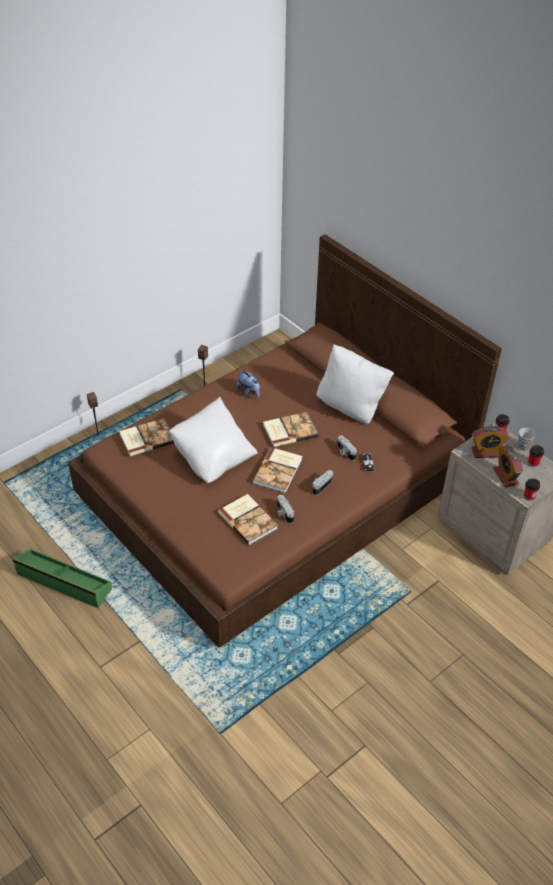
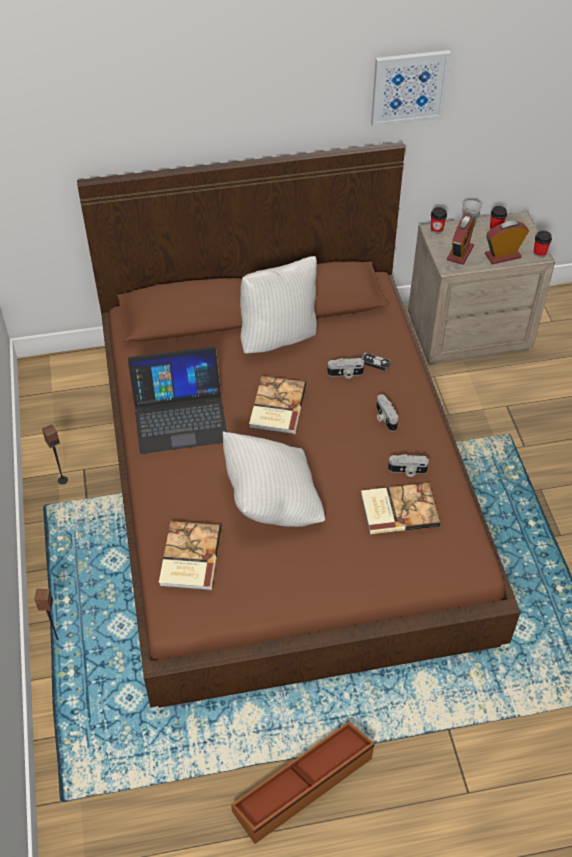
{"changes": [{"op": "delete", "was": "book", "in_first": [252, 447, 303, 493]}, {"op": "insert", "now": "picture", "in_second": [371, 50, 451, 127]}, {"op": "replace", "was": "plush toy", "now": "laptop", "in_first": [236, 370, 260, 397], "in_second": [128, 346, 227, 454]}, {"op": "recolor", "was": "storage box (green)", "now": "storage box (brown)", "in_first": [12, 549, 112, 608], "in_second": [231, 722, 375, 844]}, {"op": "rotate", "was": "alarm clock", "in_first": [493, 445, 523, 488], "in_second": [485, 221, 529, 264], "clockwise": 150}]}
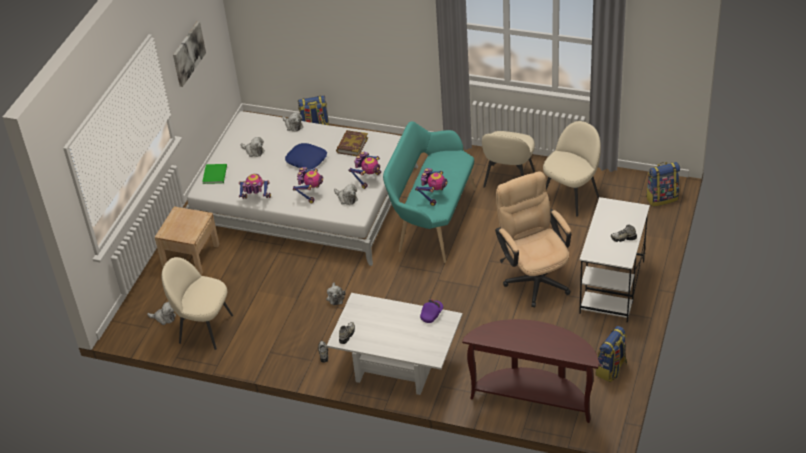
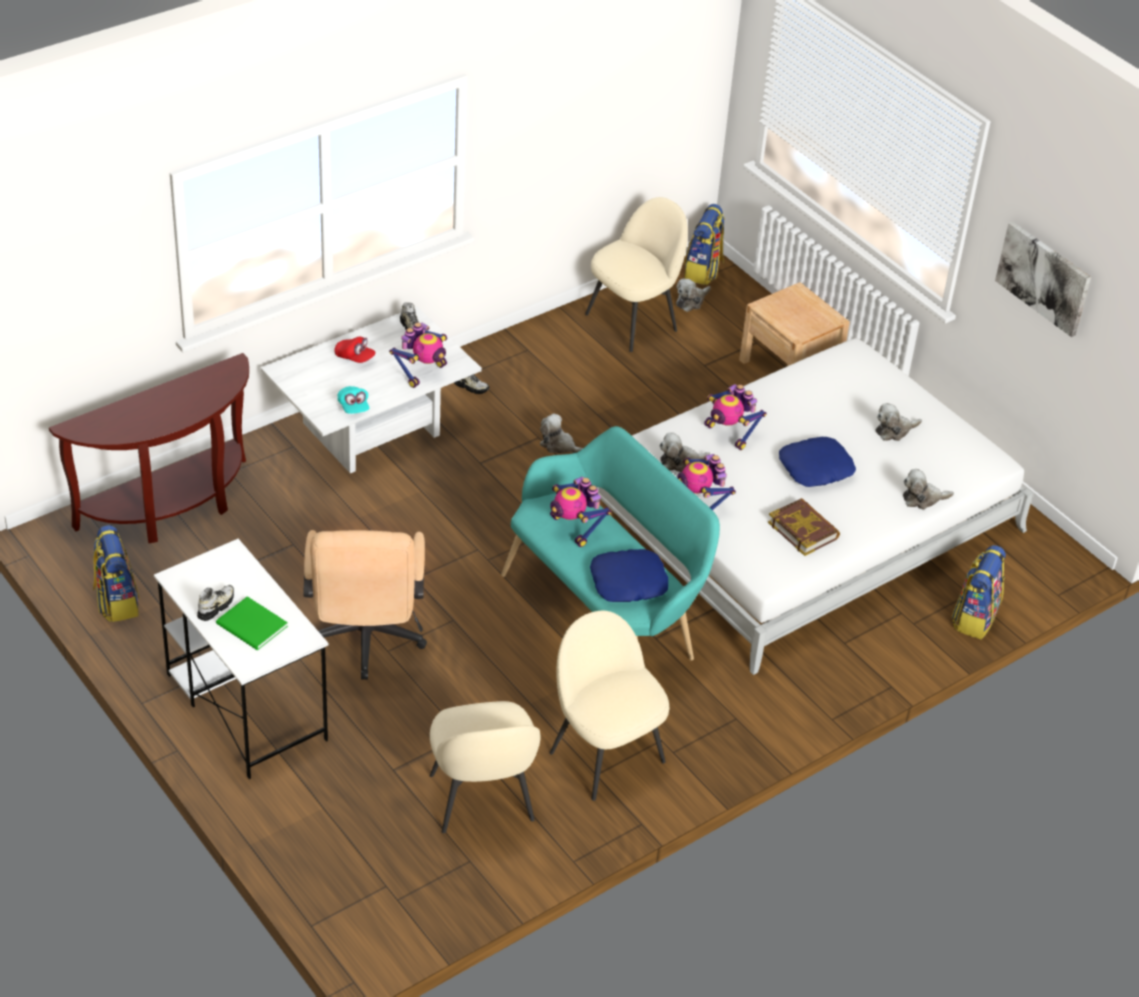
{"changes": [{"op": "insert", "now": "cap (red)", "in_second": [334, 337, 376, 363]}, {"op": "insert", "now": "pillow (blue)", "in_second": [590, 549, 668, 602]}, {"op": "move", "was": "book (green)", "in_first": [202, 164, 227, 184], "in_second": [216, 596, 288, 650]}, {"op": "move", "was": "toy robot", "in_first": [239, 174, 271, 199], "in_second": [389, 322, 447, 388]}, {"op": "move", "was": "backpack", "in_first": [646, 162, 680, 207], "in_second": [684, 204, 725, 285]}, {"op": "recolor", "was": "cap (purple)", "now": "cap (turquoise)", "in_first": [420, 299, 443, 323], "in_second": [338, 386, 369, 414]}, {"op": "rotate", "was": "office chair (beige)", "in_first": [495, 171, 571, 307], "in_second": [303, 530, 427, 680], "clockwise": 75}]}
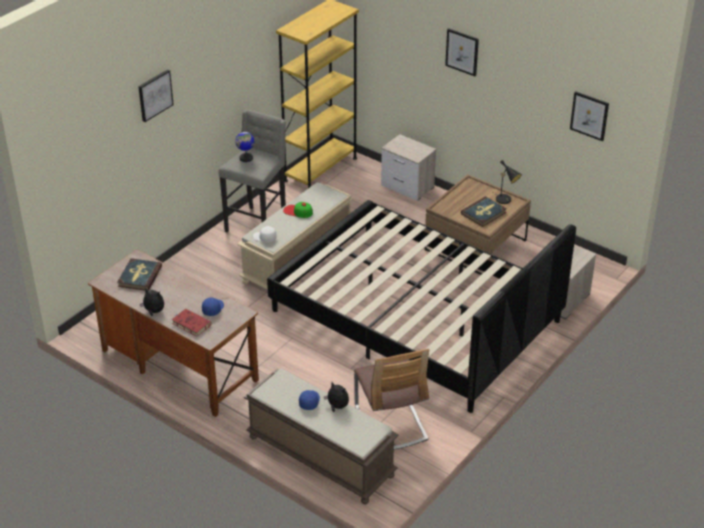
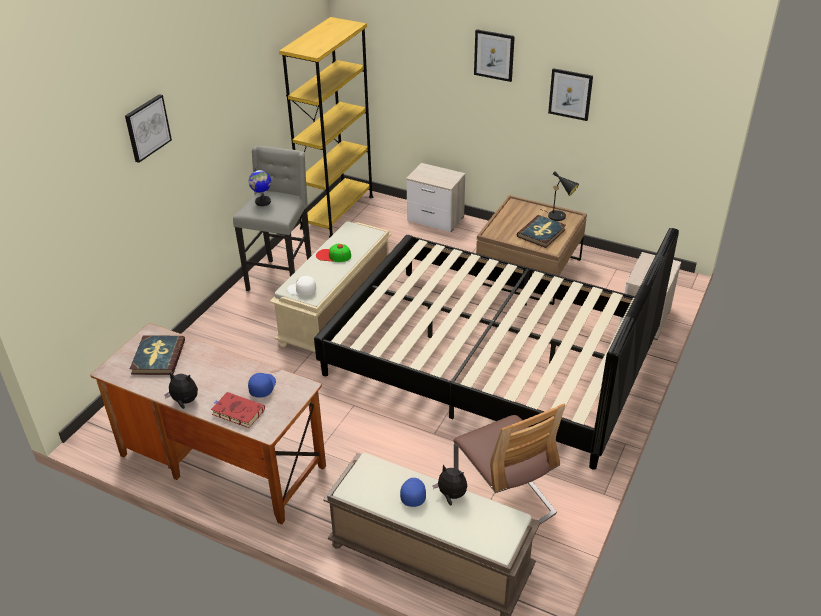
{"changes": [{"op": "move", "was": "picture", "in_first": [570, 91, 609, 141], "in_second": [548, 68, 593, 121]}]}
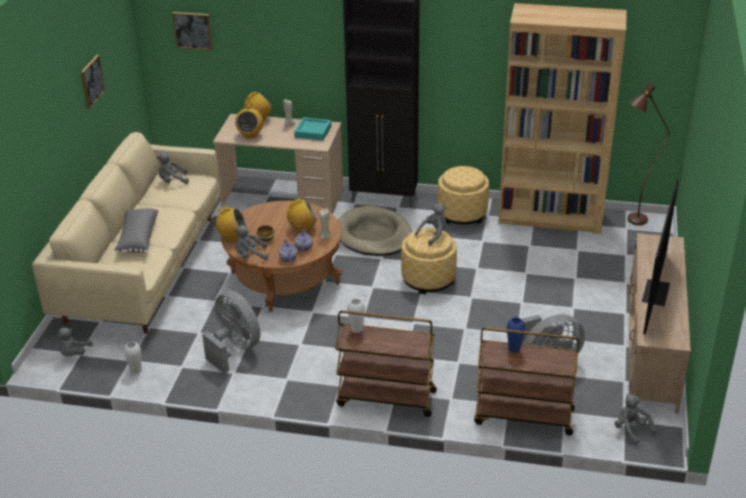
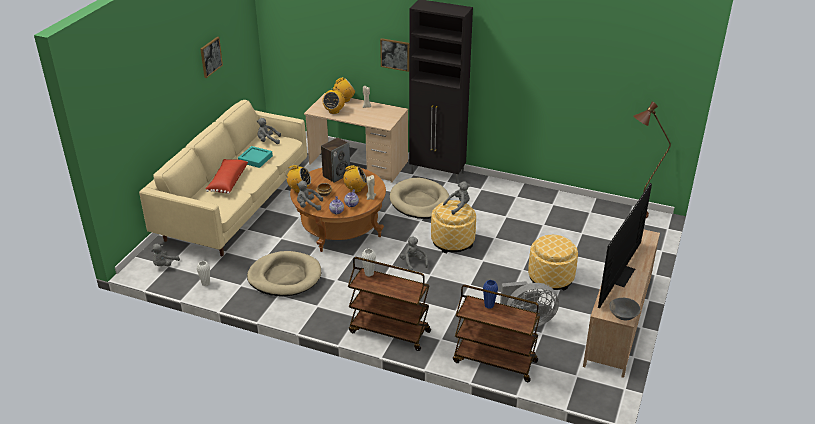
{"changes": [{"op": "delete", "was": "bookcase (brown)", "in_first": [499, 3, 627, 234]}, {"op": "insert", "now": "speaker", "in_second": [321, 137, 350, 183]}, {"op": "insert", "now": "bowl (grey)", "in_second": [609, 298, 641, 320]}, {"op": "move", "was": "picture", "in_first": [172, 12, 213, 50], "in_second": [380, 38, 409, 72]}, {"op": "move", "was": "tray (turquoise)", "in_first": [294, 117, 331, 141], "in_second": [238, 146, 273, 168]}, {"op": "move", "was": "ottoman", "in_first": [438, 166, 489, 224], "in_second": [528, 235, 578, 291]}, {"op": "move", "was": "plush toy (grey)", "in_first": [615, 394, 656, 445], "in_second": [400, 237, 428, 270]}, {"op": "replace", "was": "fan (grey)", "now": "dog bed (beige)", "in_first": [202, 291, 260, 374], "in_second": [247, 251, 321, 296]}, {"op": "recolor", "was": "pillow (grey)", "now": "pillow (red)", "in_first": [114, 208, 158, 254], "in_second": [205, 159, 248, 194]}]}
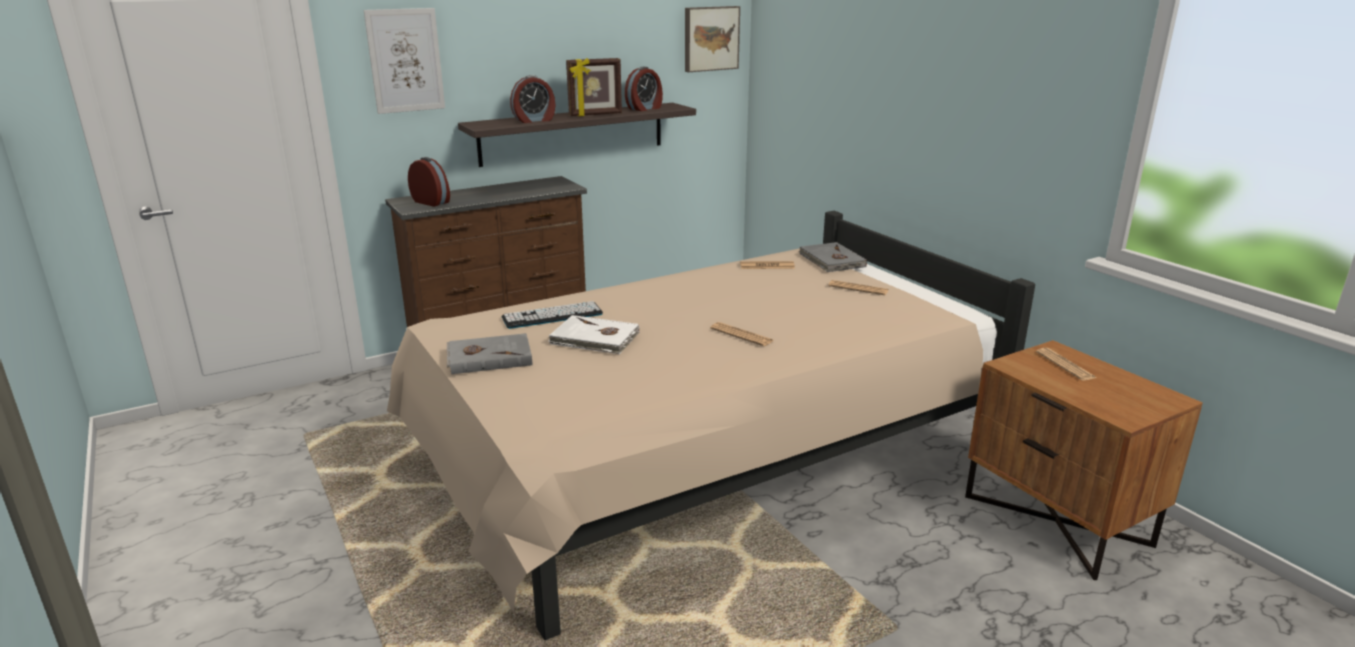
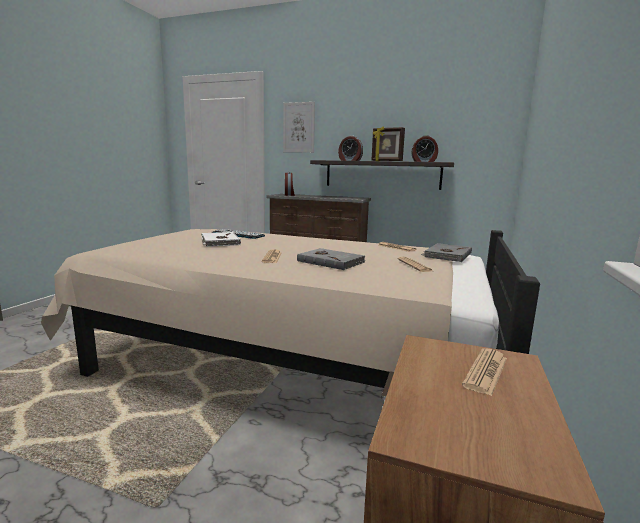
{"changes": [{"op": "delete", "was": "picture", "in_first": [685, 6, 740, 72]}, {"op": "move", "was": "book (grey)", "in_first": [446, 333, 533, 374], "in_second": [297, 248, 366, 270]}]}
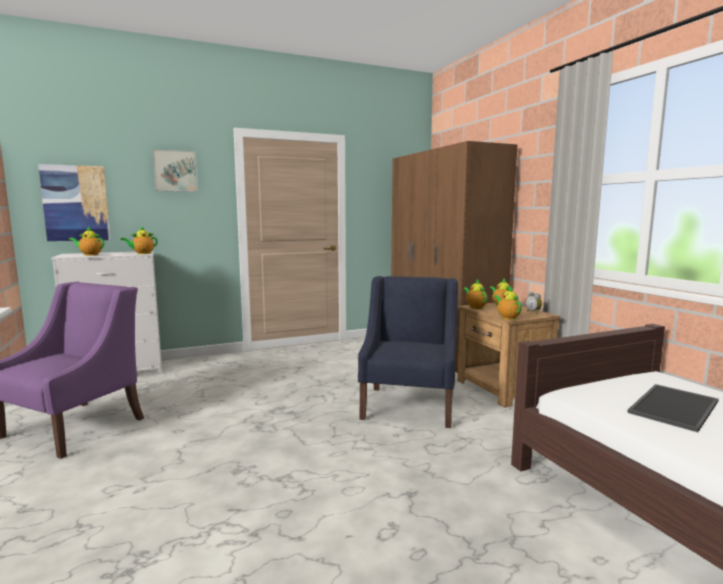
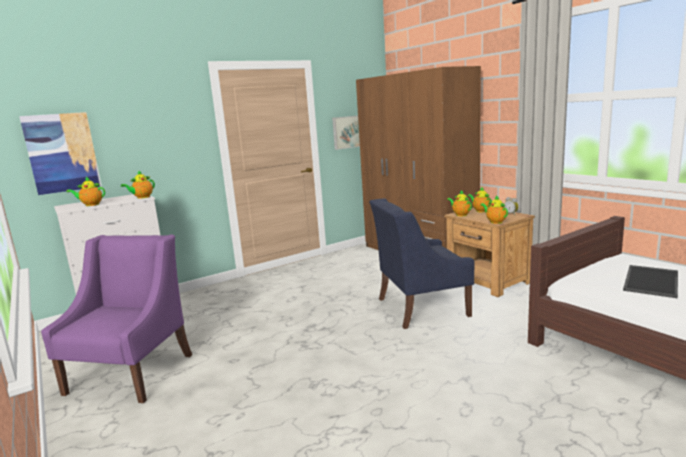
{"changes": [{"op": "move", "was": "picture", "in_first": [152, 149, 198, 192], "in_second": [332, 116, 360, 150]}, {"op": "rotate", "was": "armchair (blue)", "in_first": [358, 276, 458, 428], "in_second": [369, 199, 474, 329], "clockwise": -105}]}
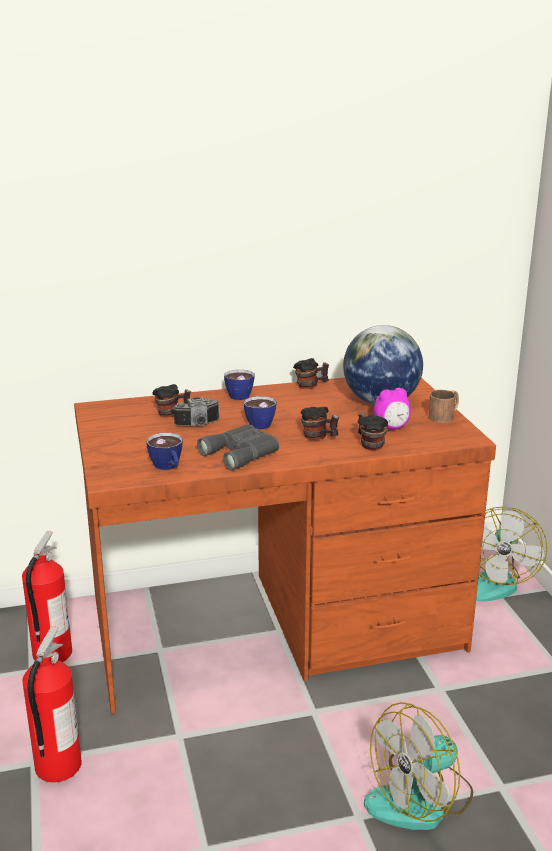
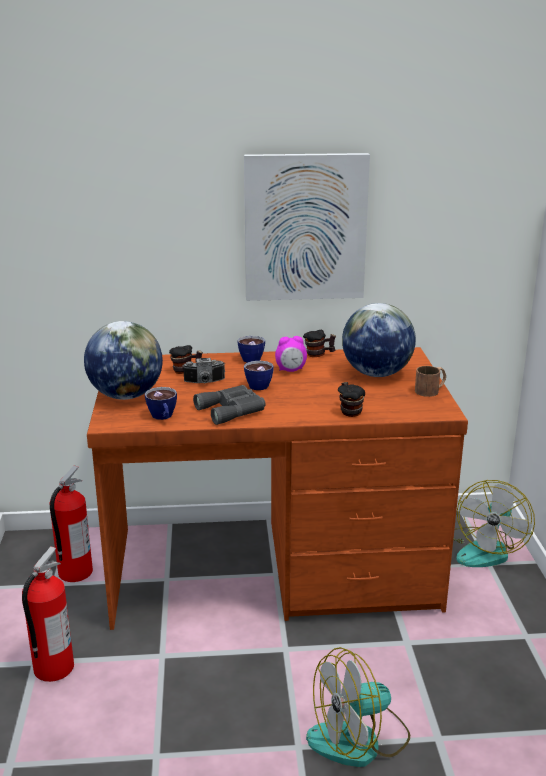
{"changes": [{"op": "delete", "was": "mug", "in_first": [301, 407, 339, 440]}, {"op": "insert", "now": "globe", "in_second": [84, 321, 163, 400]}, {"op": "insert", "now": "picture", "in_second": [244, 153, 370, 301]}, {"op": "move", "was": "alarm clock", "in_first": [373, 388, 411, 430], "in_second": [275, 336, 307, 372]}]}
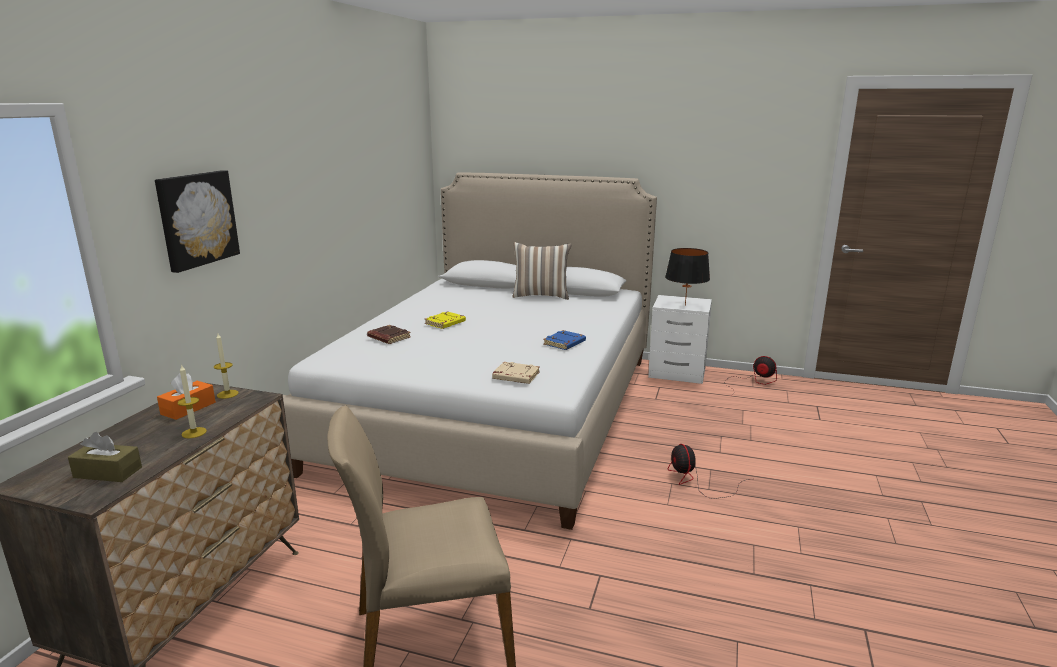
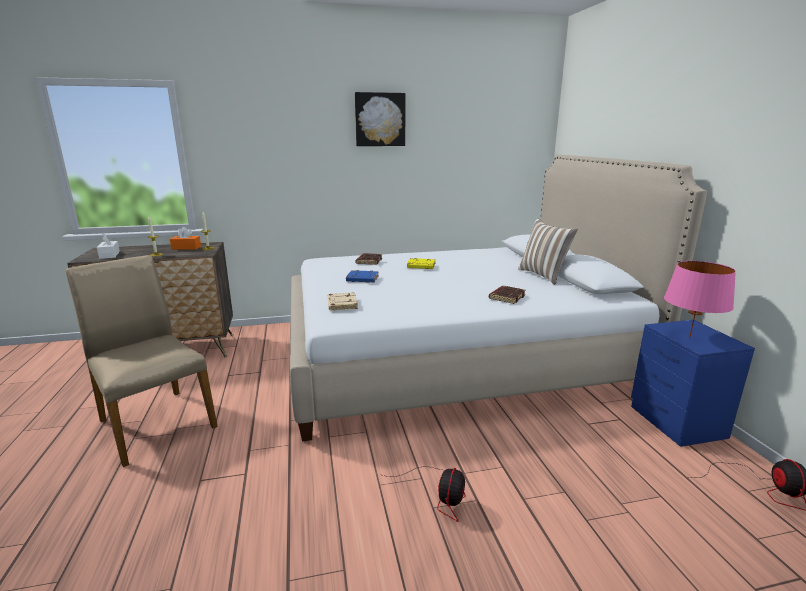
{"changes": [{"op": "insert", "now": "book (brown)", "in_second": [489, 286, 526, 304]}, {"op": "move", "was": "picture", "in_first": [155, 170, 240, 273], "in_second": [355, 92, 405, 146]}, {"op": "move", "was": "book (blue)", "in_first": [543, 330, 586, 350], "in_second": [346, 270, 379, 283]}, {"op": "recolor", "was": "tissue box (brown)", "now": "tissue box (white)", "in_first": [68, 432, 142, 482], "in_second": [97, 233, 120, 259]}, {"op": "recolor", "was": "nightstand (white)", "now": "nightstand (blue)", "in_first": [648, 295, 712, 384], "in_second": [631, 320, 755, 447]}, {"op": "recolor", "was": "table lamp (black)", "now": "table lamp (pink)", "in_first": [665, 248, 710, 306], "in_second": [664, 261, 736, 338]}, {"op": "rotate", "was": "fan", "in_first": [668, 444, 751, 499], "in_second": [383, 466, 466, 522], "clockwise": 150}]}
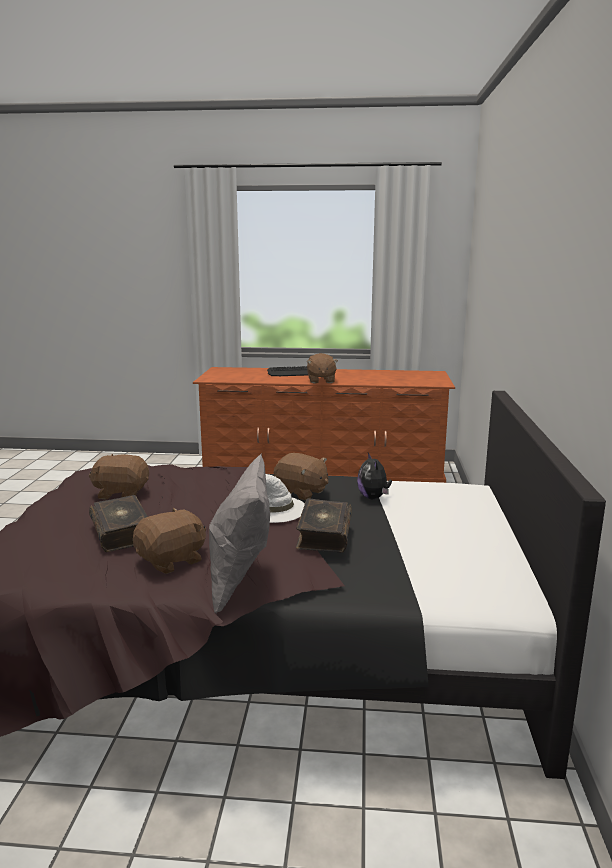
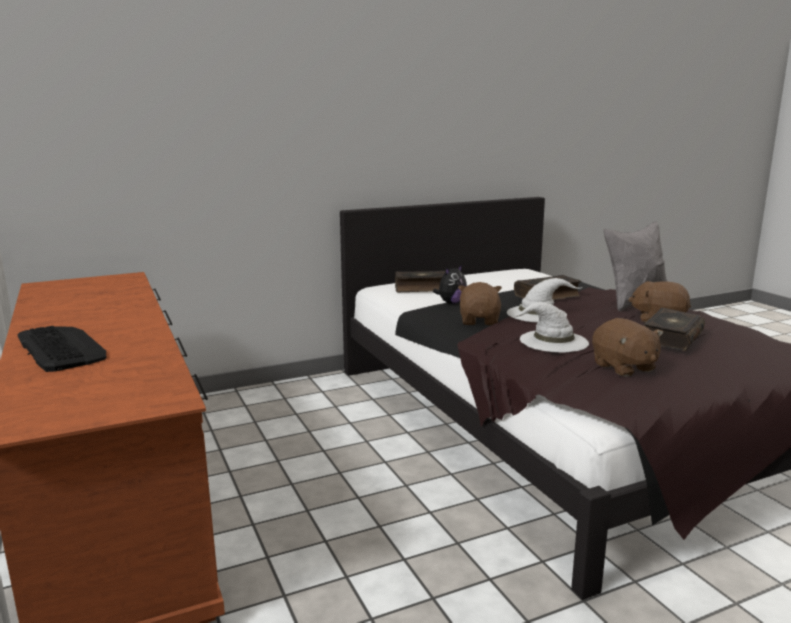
{"changes": [{"op": "delete", "was": "plush toy (brown)", "in_first": [307, 353, 338, 383]}, {"op": "insert", "now": "book", "in_second": [395, 271, 445, 292]}, {"op": "insert", "now": "hat (white)", "in_second": [512, 302, 589, 353]}]}
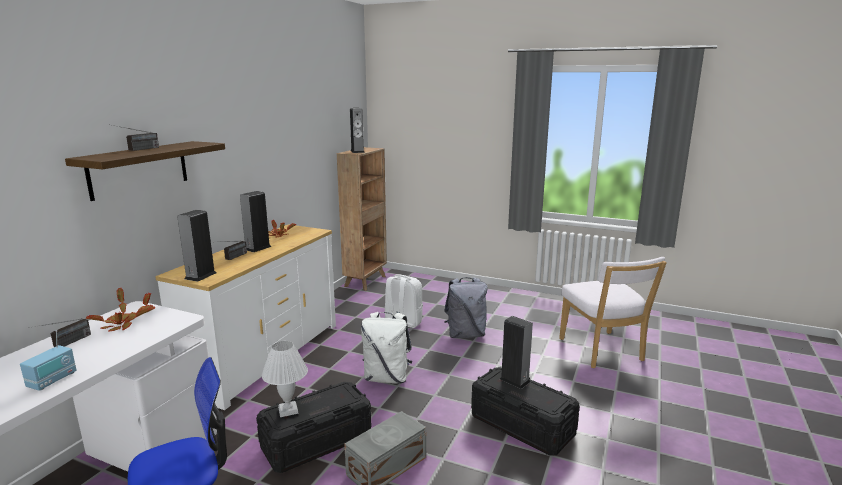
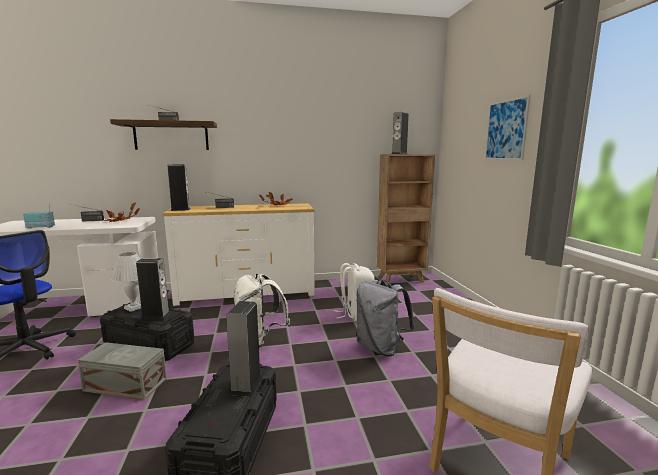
{"changes": [{"op": "insert", "now": "picture", "in_second": [484, 95, 531, 160]}, {"op": "move", "was": "speaker", "in_first": [240, 191, 271, 252], "in_second": [136, 258, 171, 320]}]}
